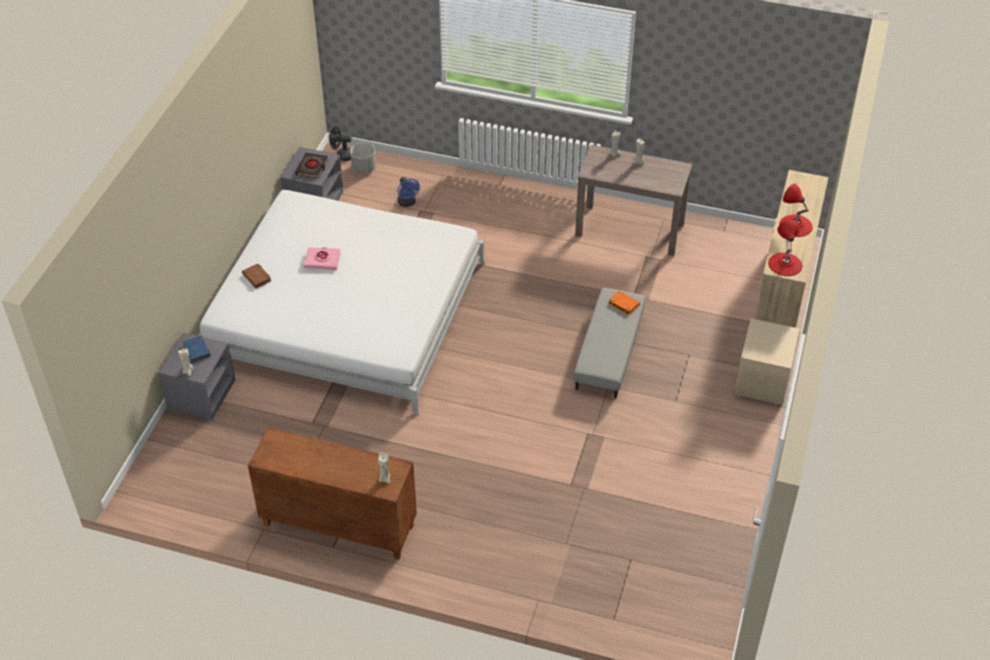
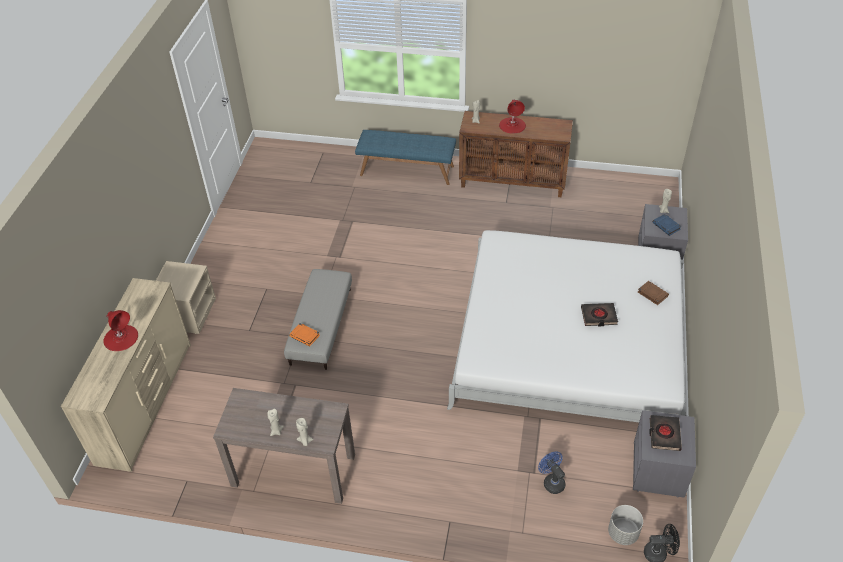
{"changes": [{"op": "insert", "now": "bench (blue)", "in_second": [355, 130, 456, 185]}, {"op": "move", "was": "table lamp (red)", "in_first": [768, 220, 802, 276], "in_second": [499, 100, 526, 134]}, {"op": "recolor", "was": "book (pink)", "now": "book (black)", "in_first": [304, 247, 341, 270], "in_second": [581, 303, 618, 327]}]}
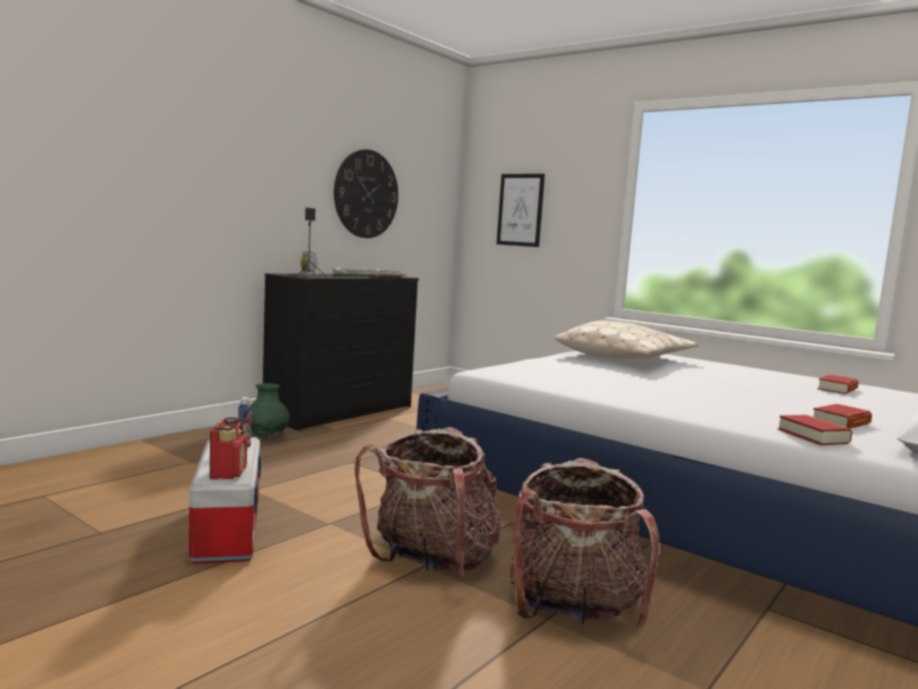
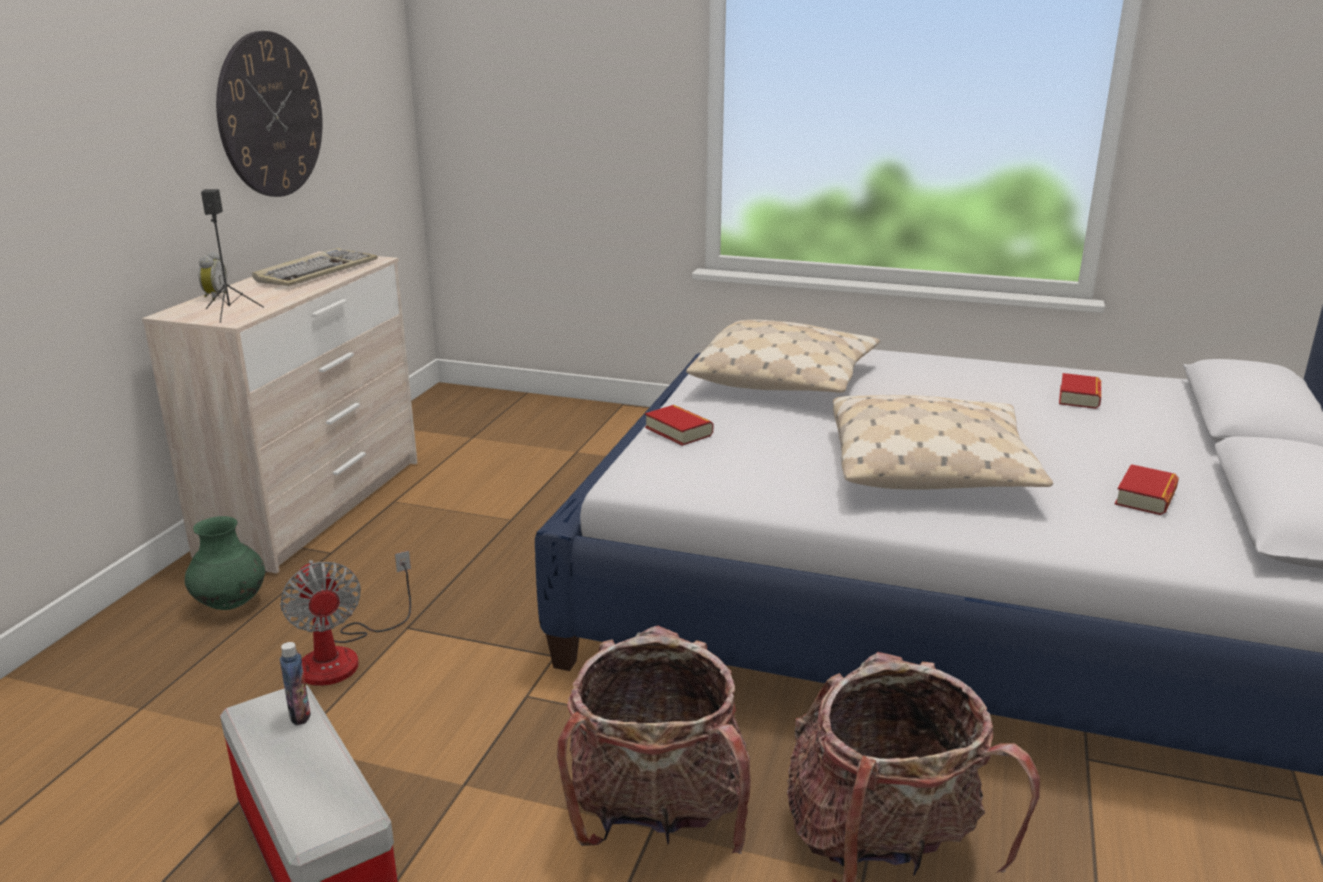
{"changes": [{"op": "delete", "was": "radio", "in_first": [210, 417, 247, 480]}, {"op": "delete", "was": "picture", "in_first": [497, 174, 545, 247]}, {"op": "insert", "now": "fan", "in_second": [280, 551, 411, 686]}, {"op": "insert", "now": "pillow (beige)", "in_second": [833, 395, 1053, 489]}, {"op": "move", "was": "book", "in_first": [778, 415, 852, 445], "in_second": [645, 405, 713, 446]}, {"op": "recolor", "was": "dresser (black)", "now": "dresser (beige)", "in_first": [263, 274, 419, 431], "in_second": [142, 251, 418, 574]}]}
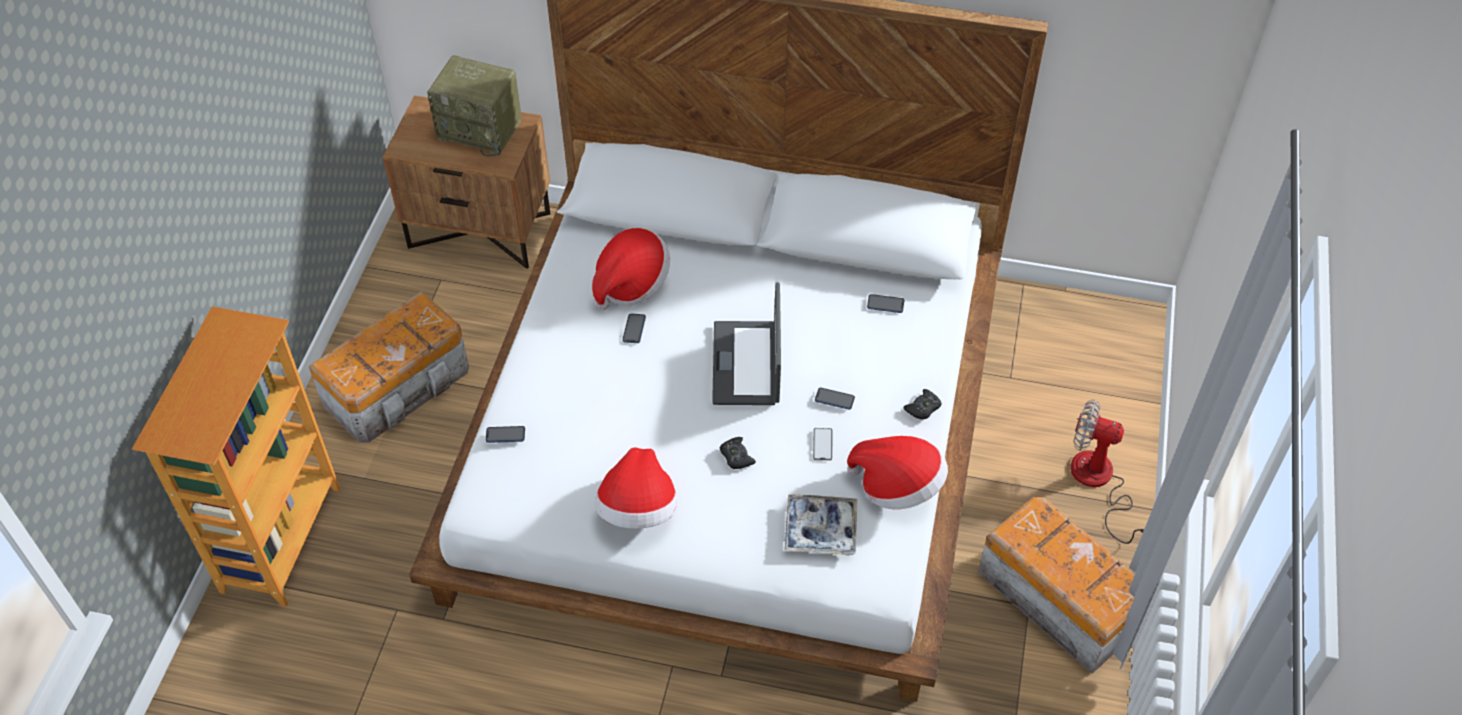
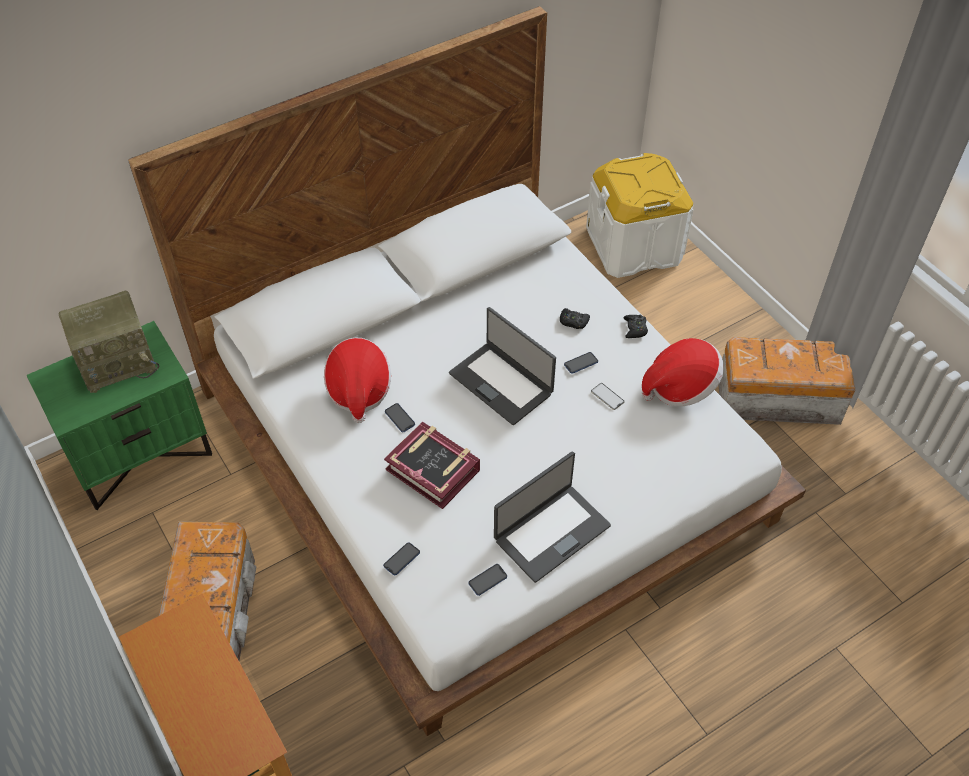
{"changes": [{"op": "delete", "was": "tray", "in_first": [784, 494, 857, 556]}, {"op": "delete", "was": "fan", "in_first": [1070, 400, 1144, 544]}, {"op": "insert", "now": "book", "in_second": [384, 422, 480, 509]}, {"op": "insert", "now": "storage box (white)", "in_second": [586, 153, 693, 278]}, {"op": "move", "was": "game controller (black)", "in_first": [720, 437, 756, 469], "in_second": [560, 308, 590, 329]}, {"op": "move", "was": "phone", "in_first": [867, 294, 904, 313], "in_second": [469, 564, 507, 596]}, {"op": "replace", "was": "hat", "now": "laptop", "in_first": [595, 447, 677, 529], "in_second": [494, 451, 611, 583]}, {"op": "recolor", "was": "nightstand (brown)", "now": "nightstand (green)", "in_first": [383, 95, 550, 269], "in_second": [26, 321, 212, 510]}]}
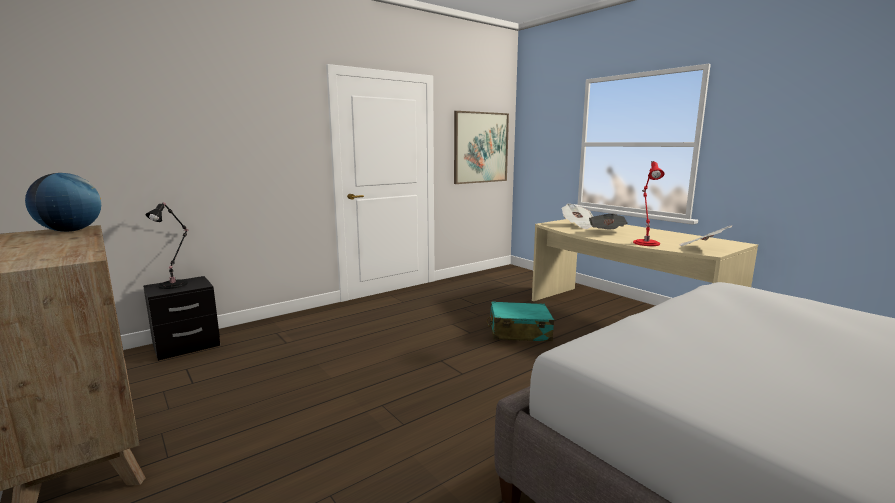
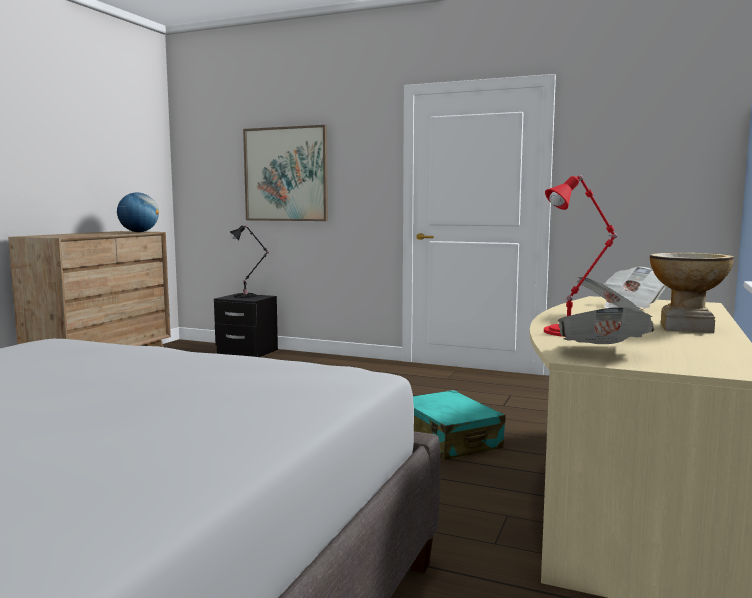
{"changes": [{"op": "insert", "now": "vase", "in_second": [650, 253, 734, 333]}, {"op": "move", "was": "picture", "in_first": [454, 111, 509, 184], "in_second": [243, 125, 328, 221]}]}
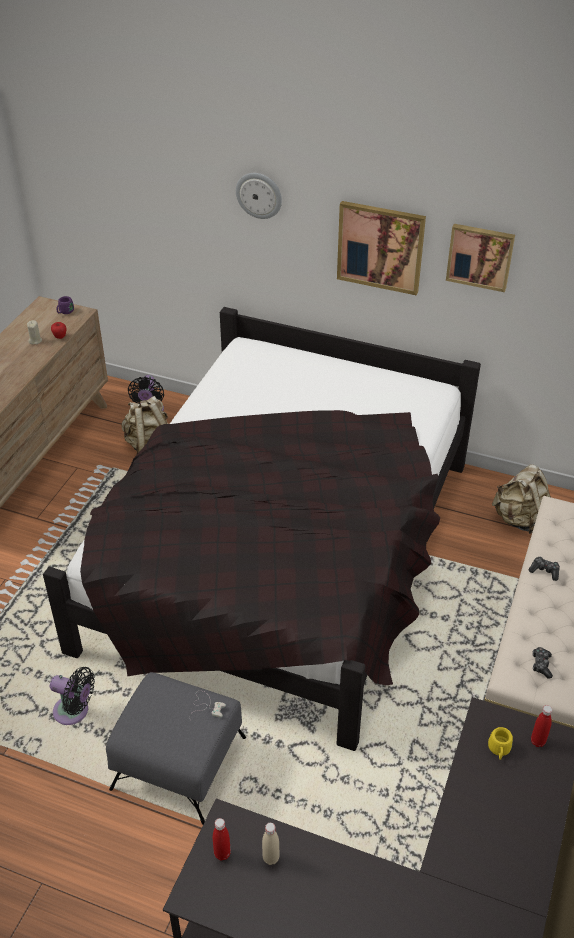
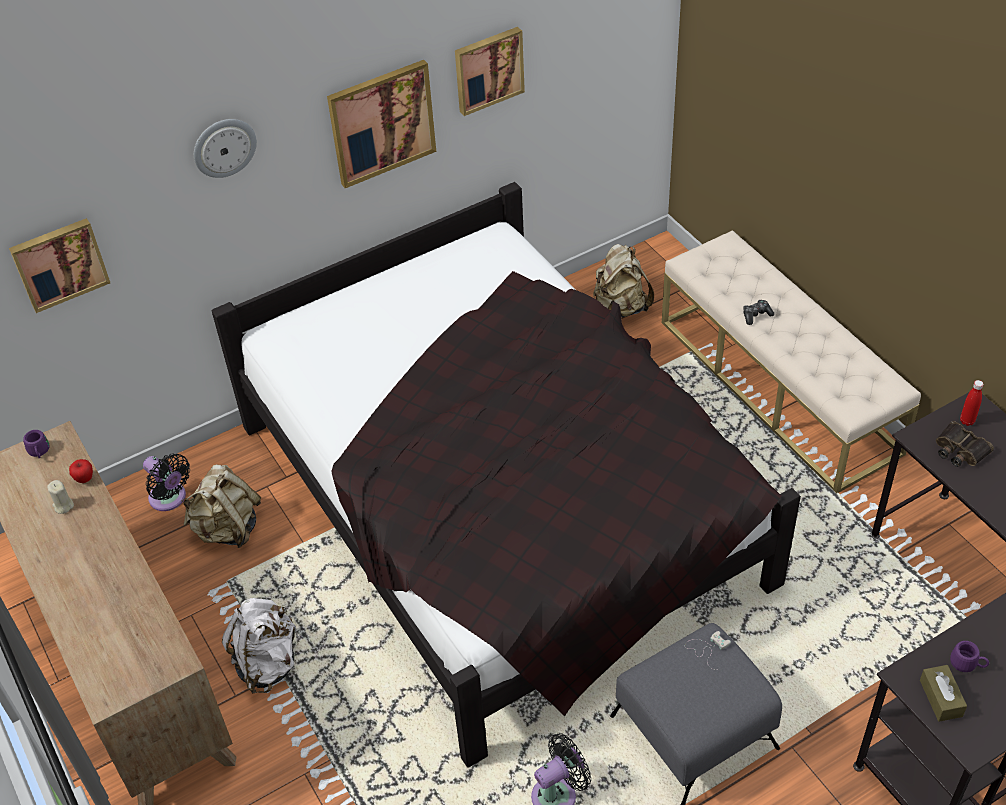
{"changes": [{"op": "delete", "was": "game controller", "in_first": [532, 647, 553, 679]}, {"op": "insert", "now": "picture", "in_second": [9, 218, 110, 313]}, {"op": "insert", "now": "backpack (white)", "in_second": [222, 598, 299, 693]}, {"op": "replace", "was": "bottle (red)", "now": "tissue box (brown)", "in_first": [213, 818, 231, 861], "in_second": [920, 665, 967, 722]}, {"op": "replace", "was": "bottle (beige)", "now": "mug (purple)", "in_first": [262, 823, 279, 865], "in_second": [950, 641, 989, 672]}, {"op": "replace", "was": "mug (yellow)", "now": "binoculars", "in_first": [488, 727, 513, 760], "in_second": [936, 421, 994, 467]}]}
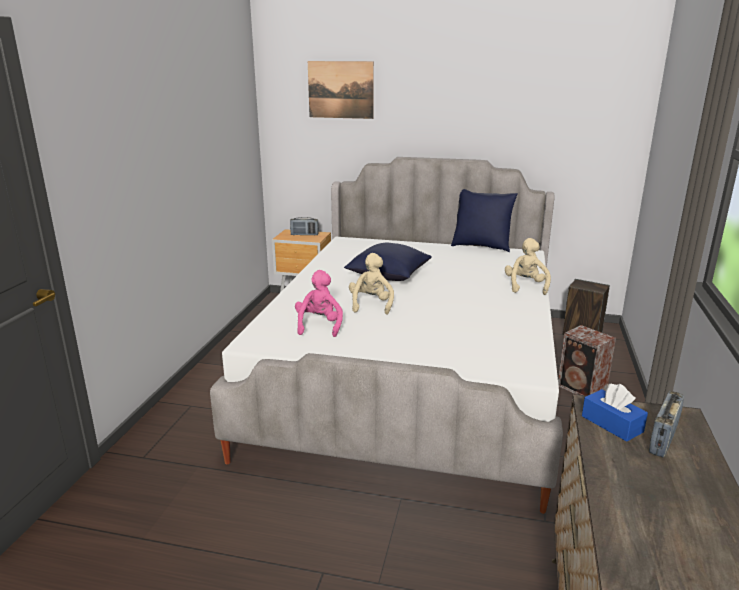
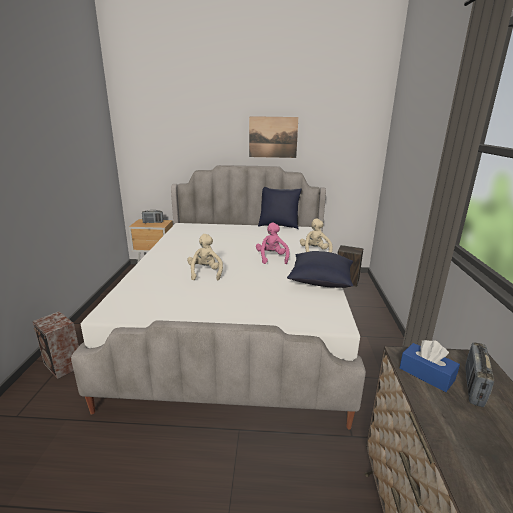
{"changes": [{"op": "move", "was": "plush toy (pink)", "in_first": [295, 270, 343, 337], "in_second": [256, 222, 289, 264]}, {"op": "move", "was": "picture", "in_first": [308, 61, 374, 119], "in_second": [249, 116, 298, 158]}, {"op": "move", "was": "pillow (blue)", "in_first": [344, 243, 432, 281], "in_second": [287, 251, 353, 288]}, {"op": "move", "was": "speaker", "in_first": [558, 325, 616, 396], "in_second": [33, 311, 79, 379]}]}
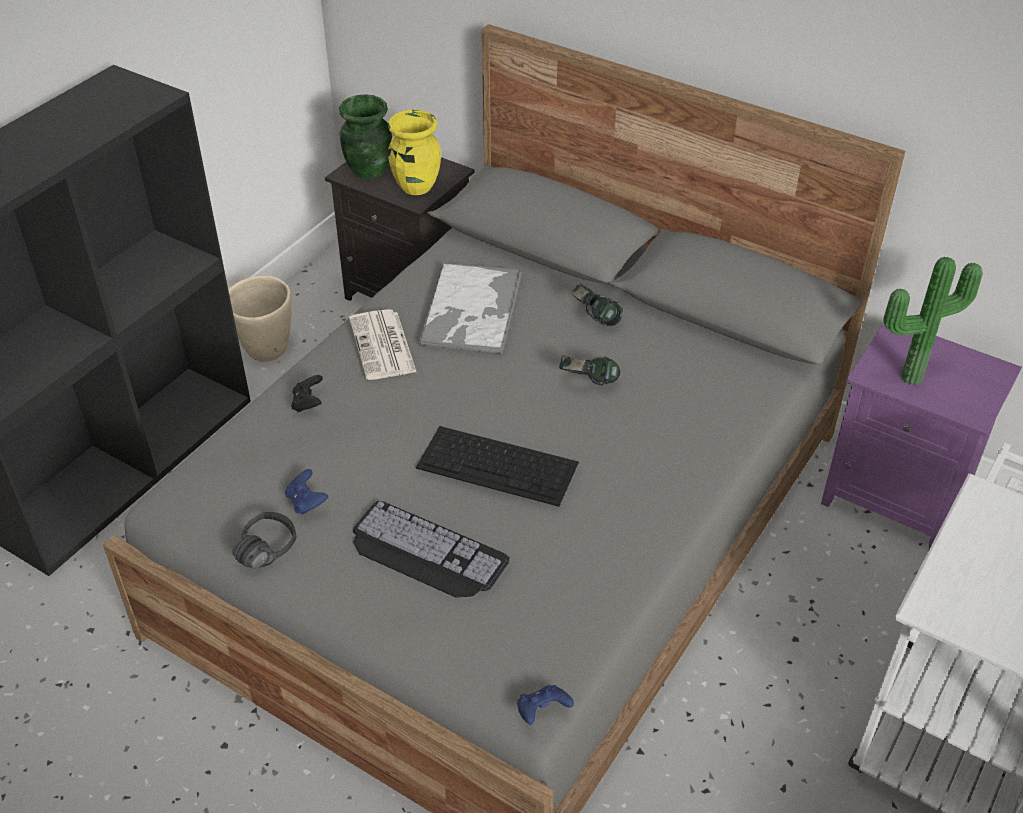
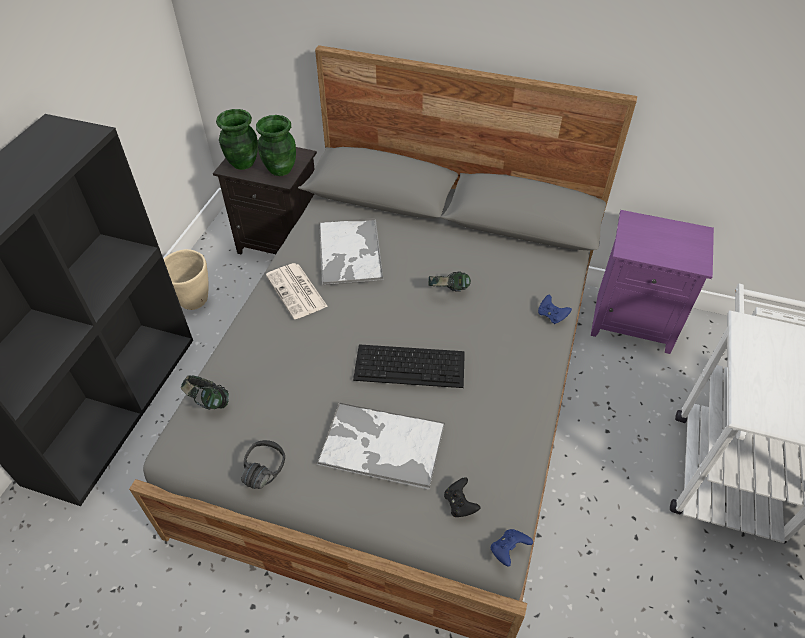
{"changes": [{"op": "delete", "was": "potted plant", "in_first": [884, 257, 983, 385]}, {"op": "move", "was": "game controller (blue)", "in_first": [285, 469, 328, 515], "in_second": [538, 295, 572, 324]}, {"op": "move", "was": "game controller (black)", "in_first": [291, 375, 323, 412], "in_second": [444, 477, 481, 517]}, {"op": "move", "was": "headphones", "in_first": [571, 283, 623, 326], "in_second": [181, 375, 229, 410]}, {"op": "replace", "was": "keyboard", "now": "tray", "in_first": [353, 501, 510, 598], "in_second": [316, 402, 445, 490]}, {"op": "recolor", "was": "vase (yellow)", "now": "vase (green)", "in_first": [388, 109, 441, 195], "in_second": [256, 115, 296, 176]}]}
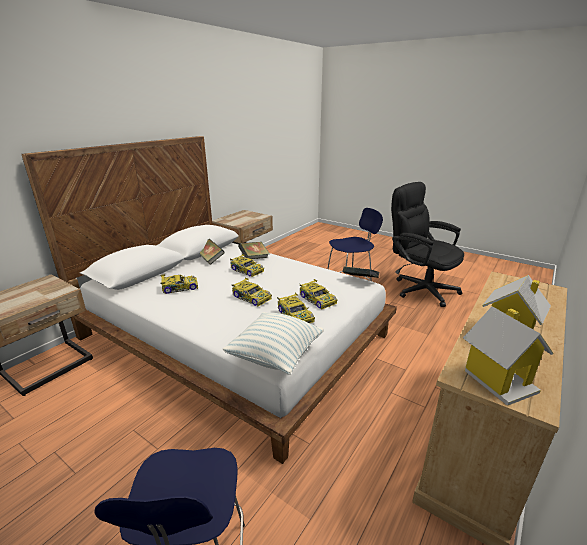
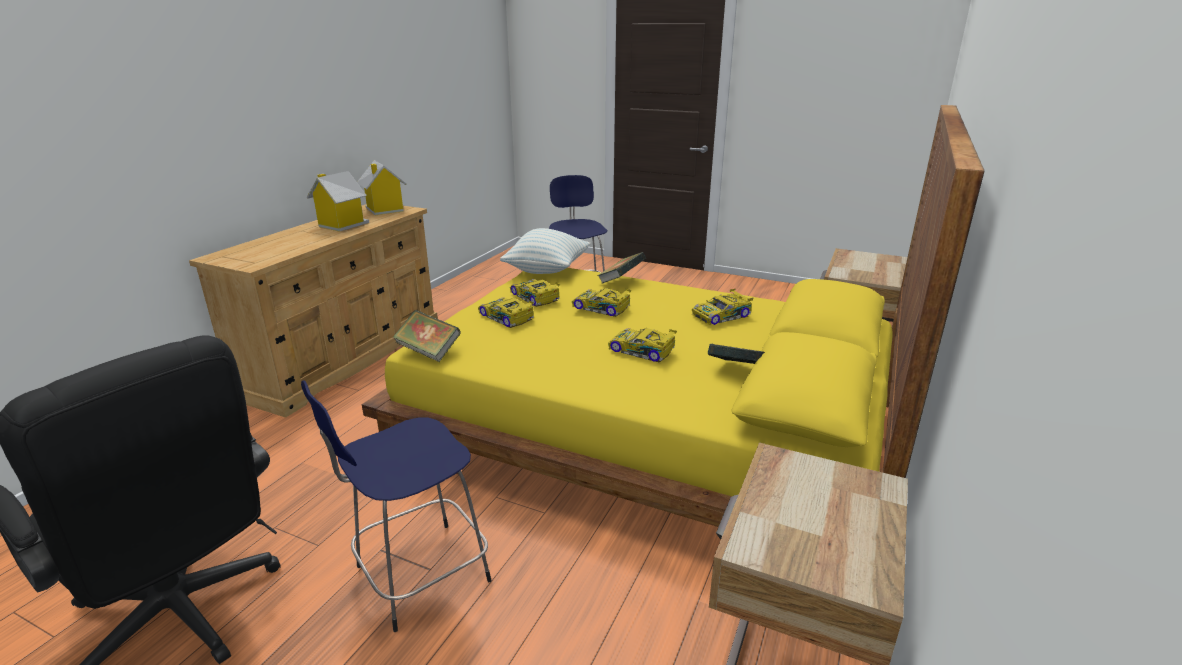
{"changes": [{"op": "move", "was": "book", "in_first": [238, 242, 269, 259], "in_second": [597, 252, 646, 284]}, {"op": "recolor", "was": "bed (white)", "now": "bed (yellow)", "in_first": [21, 136, 397, 464], "in_second": [362, 105, 984, 527]}]}
